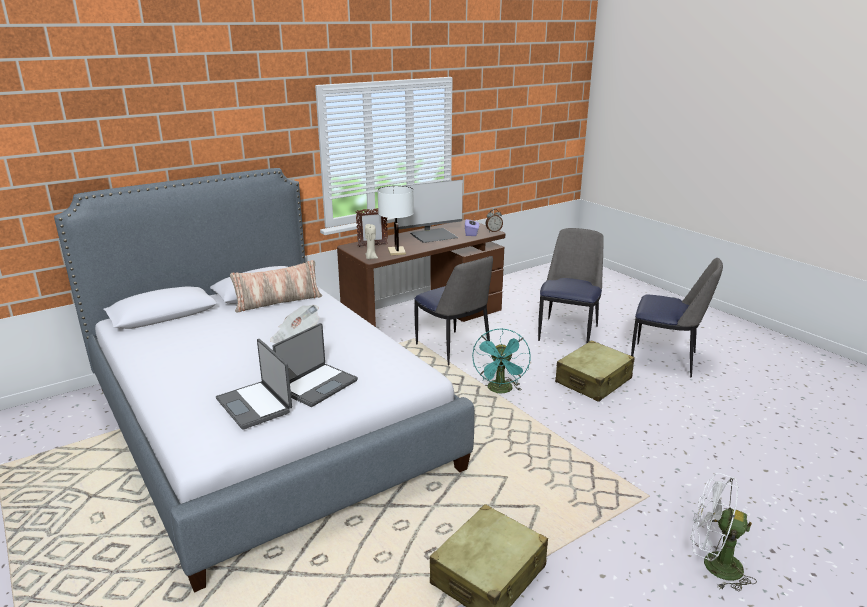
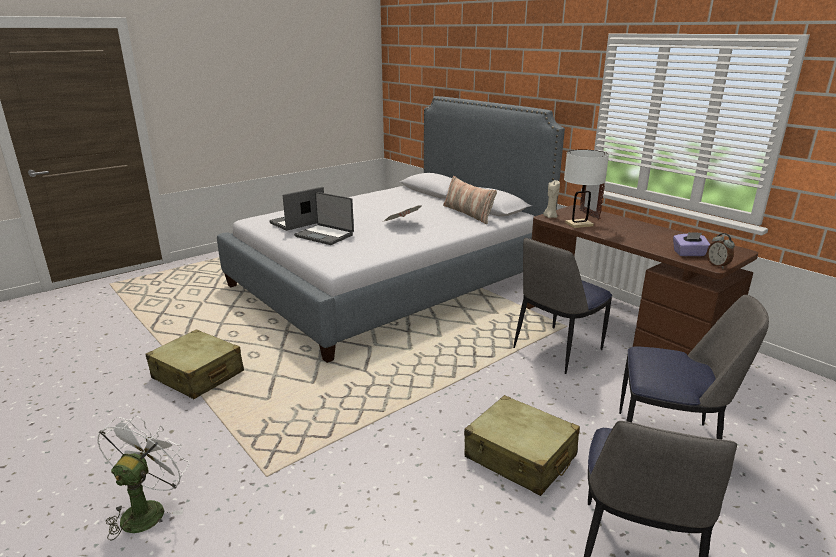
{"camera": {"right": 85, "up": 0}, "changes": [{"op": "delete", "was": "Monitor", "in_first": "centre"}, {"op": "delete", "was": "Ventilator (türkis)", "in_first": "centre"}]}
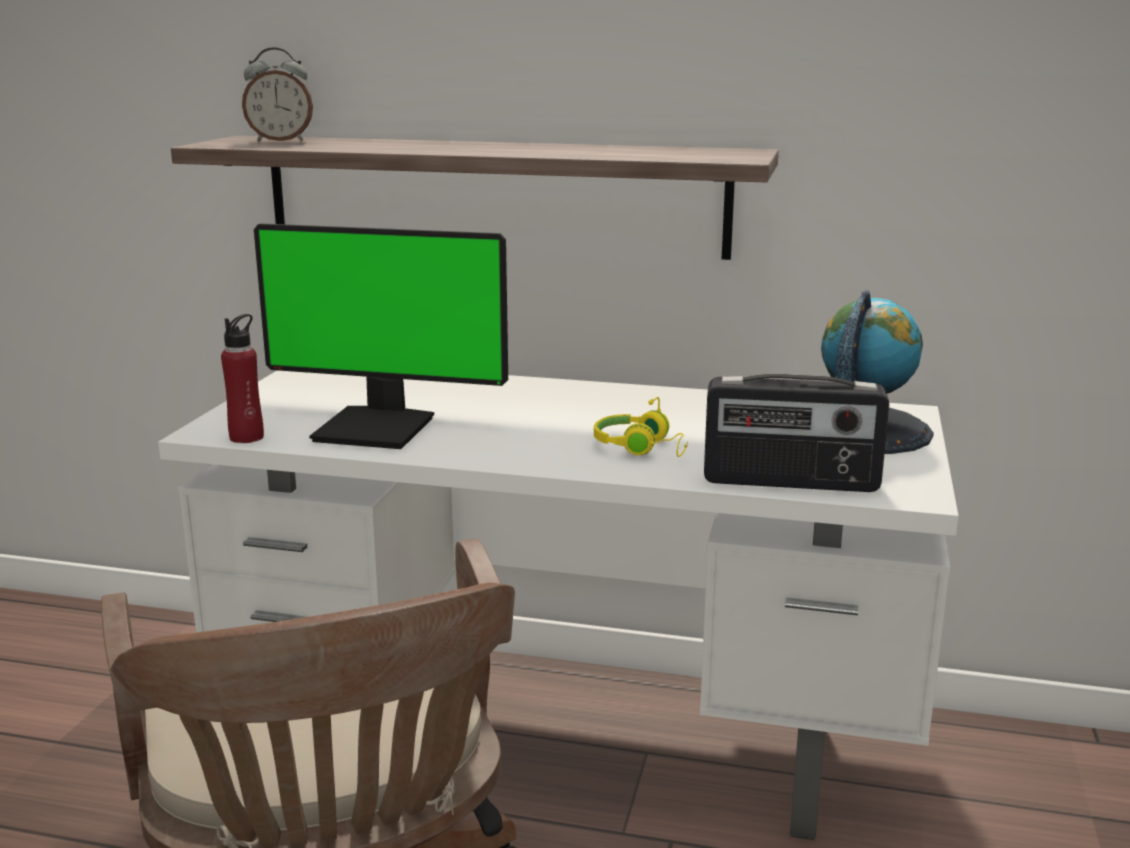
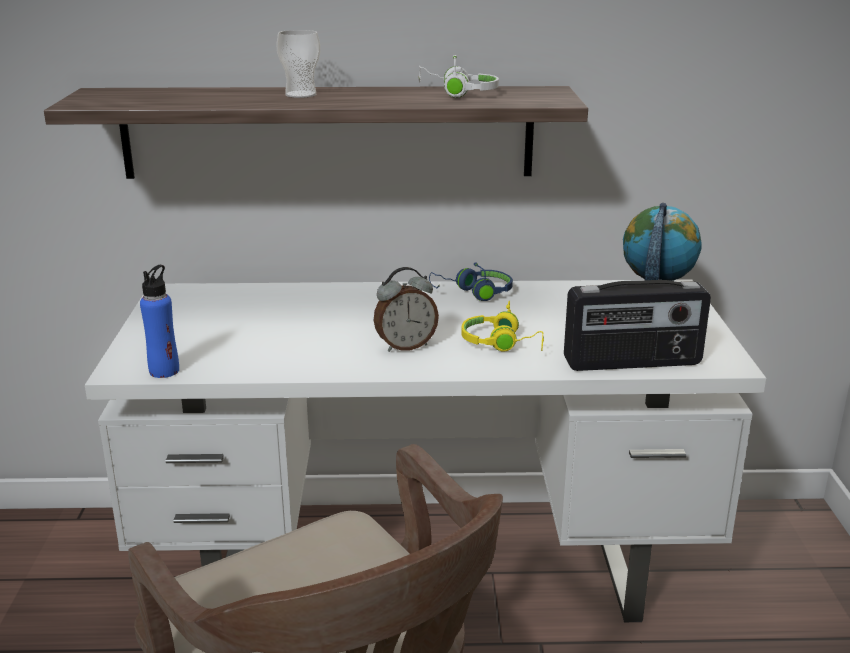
{"camera": {"right": -15, "up": 5}, "changes": [{"op": "move", "was": "Wecker", "in_first": "top left", "in_second": "centre"}, {"op": "delete", "was": "Monitor", "in_first": "centre"}, {"op": "recolor", "was": "Flasche (rot)", "now": "Flasche (blau)", "in_first": "middle left", "in_second": "middle left"}, {"op": "insert", "now": "Tasse", "in_second": "top centre"}, {"op": "insert", "now": "Kopfhörer (weiß)", "in_second": "top centre"}, {"op": "insert", "now": "Kopfhörer (blau)", "in_second": "centre"}]}
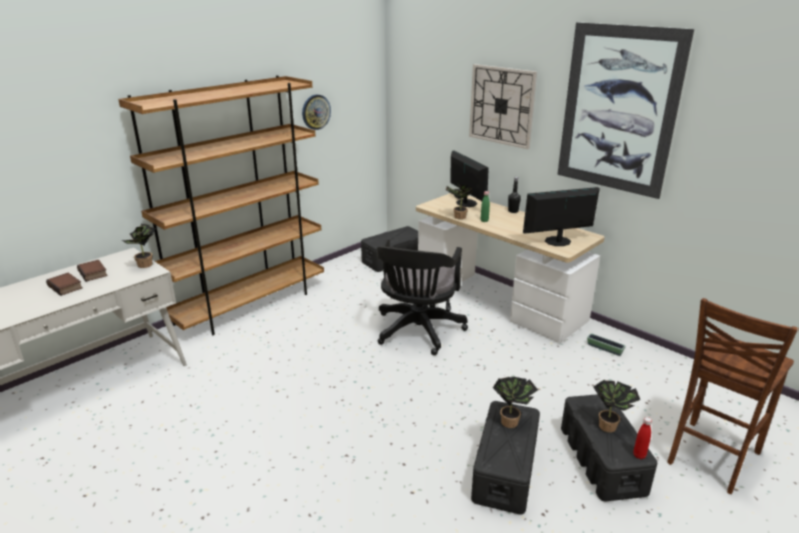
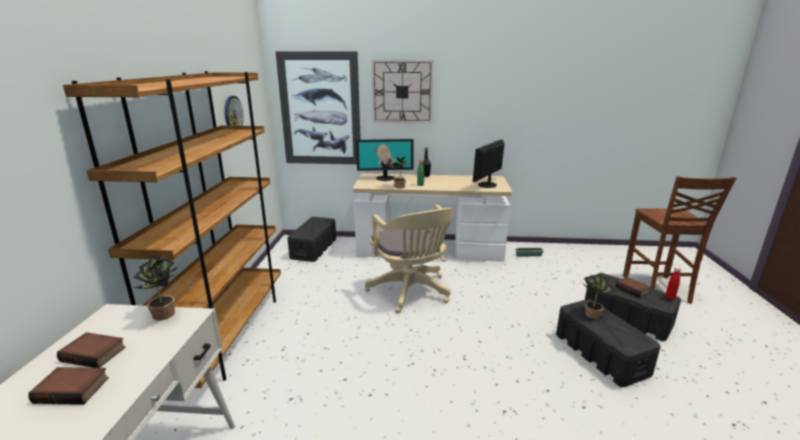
{"camera": {"right": -40, "up": -5}, "changes": [{"op": "move", "was": "Bild", "in_first": "top right", "in_second": "top centre"}, {"op": "rotate", "was": "Monitor (1st from left)", "in_first": "centre", "in_second": "centre", "clockwise": 150}, {"op": "recolor", "was": "Bürostuhl (schwarz)", "now": "Bürostuhl (beige)", "in_first": "centre", "in_second": "centre"}, {"op": "replace", "was": "Topfpflanze (4th from left)", "now": "Buch (3rd from left)", "in_first": "bottom right", "in_second": "middle right"}]}
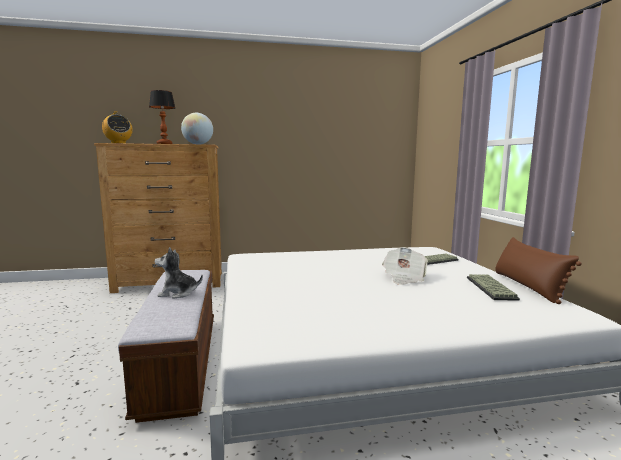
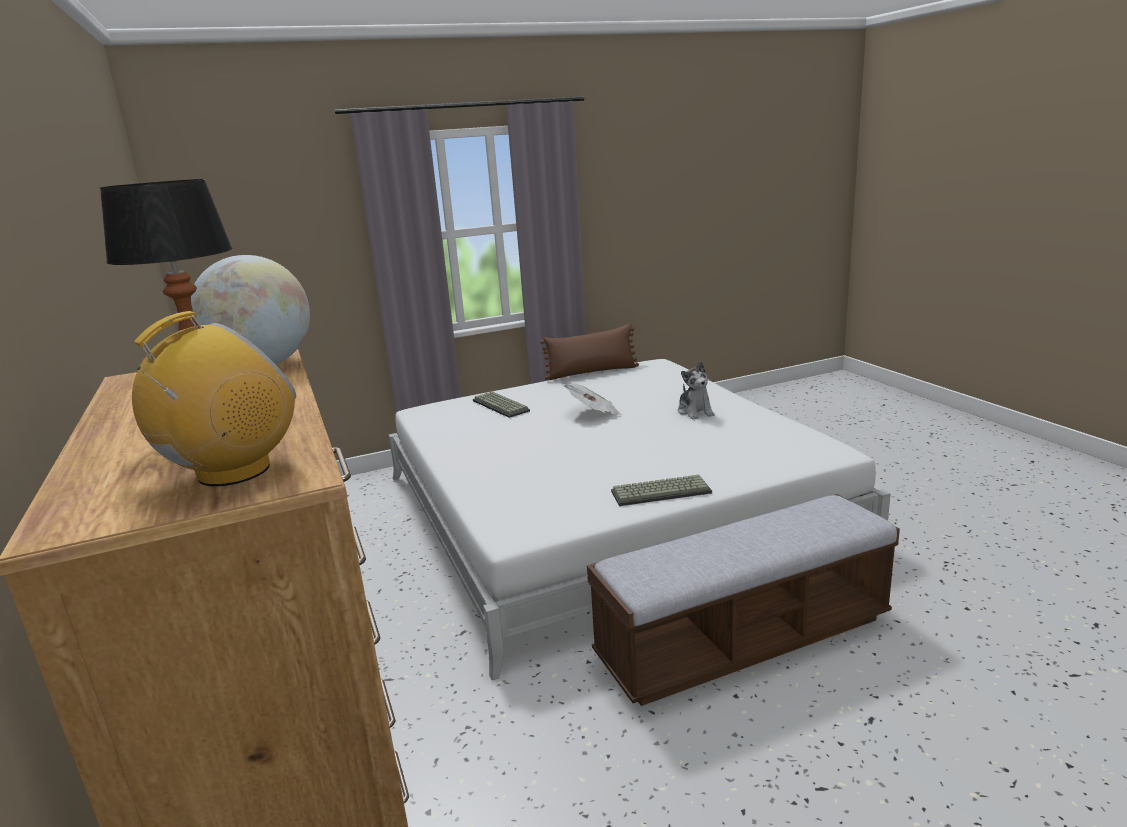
{"camera": {"right": -100, "up": 10}, "changes": [{"op": "move", "was": "Plüschtier", "in_first": "middle left", "in_second": "centre"}, {"op": "move", "was": "Tastatur (2nd from left)", "in_first": "middle right", "in_second": "centre"}]}
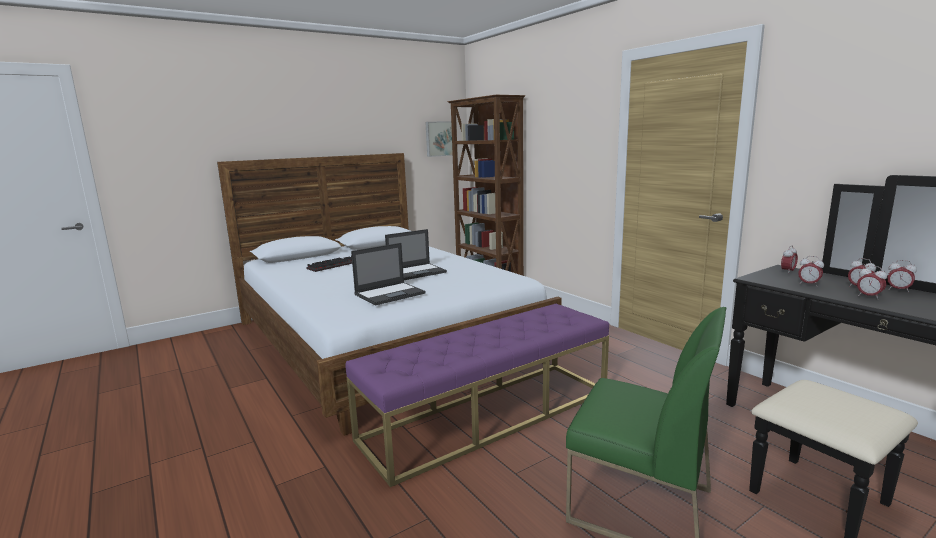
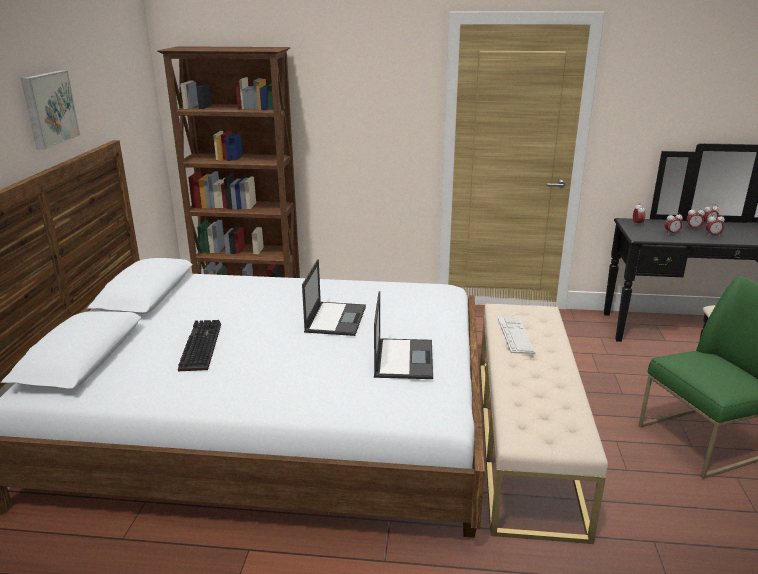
{"camera": {"right": -50, "up": 10}, "changes": [{"op": "move", "was": "Bild", "in_first": "top centre", "in_second": "top left"}, {"op": "recolor", "was": "Bank (lila)", "now": "Bank (beige)", "in_first": "bottom centre", "in_second": "bottom right"}, {"op": "insert", "now": "Tastatur (2nd from left)", "in_second": "middle right"}]}
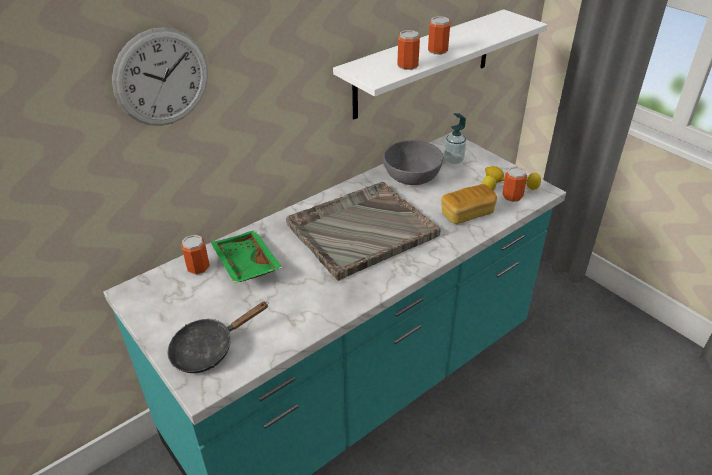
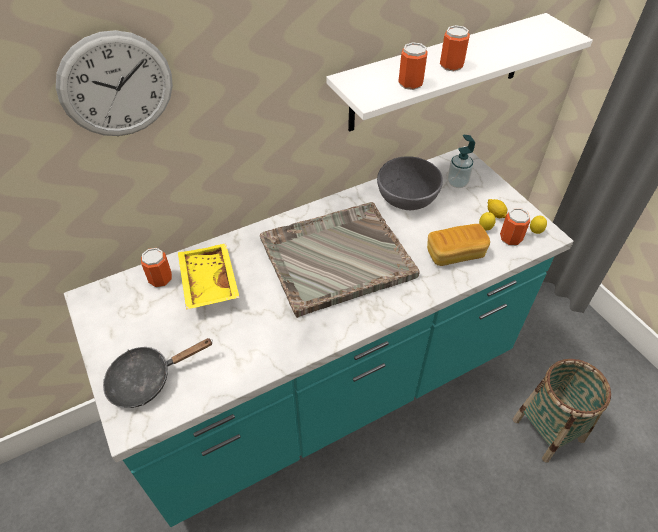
{"camera": {"right": 10, "up": 10}, "changes": [{"op": "recolor", "was": "Tablett (grün)", "now": "Tablett (gelb)", "in_first": "centre", "in_second": "middle left"}, {"op": "insert", "now": "Korb", "in_second": "bottom right"}]}
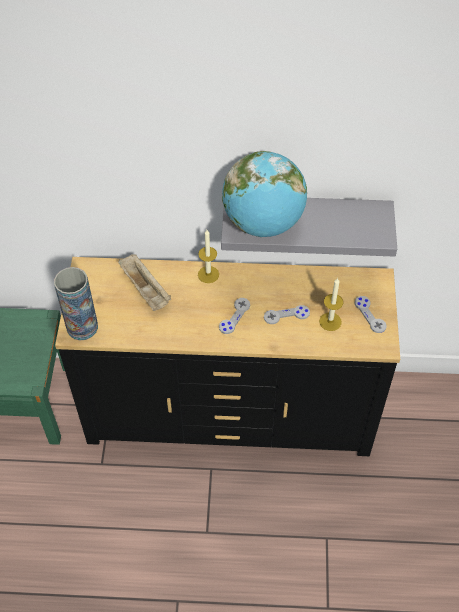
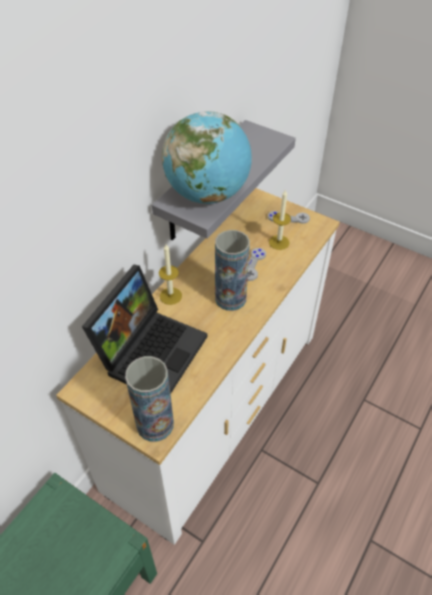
{"camera": {"right": -60, "up": -5}, "changes": [{"op": "replace", "was": "Tablett (beige)", "now": "Laptop", "in_first": "middle left", "in_second": "centre"}, {"op": "recolor", "was": "Kommode (schwarz)", "now": "Kommode (weiß)", "in_first": "centre", "in_second": "centre"}, {"op": "replace", "was": "Gamepad (grau) (1st from left)", "now": "Vase (2nd from left)", "in_first": "centre", "in_second": "centre"}]}
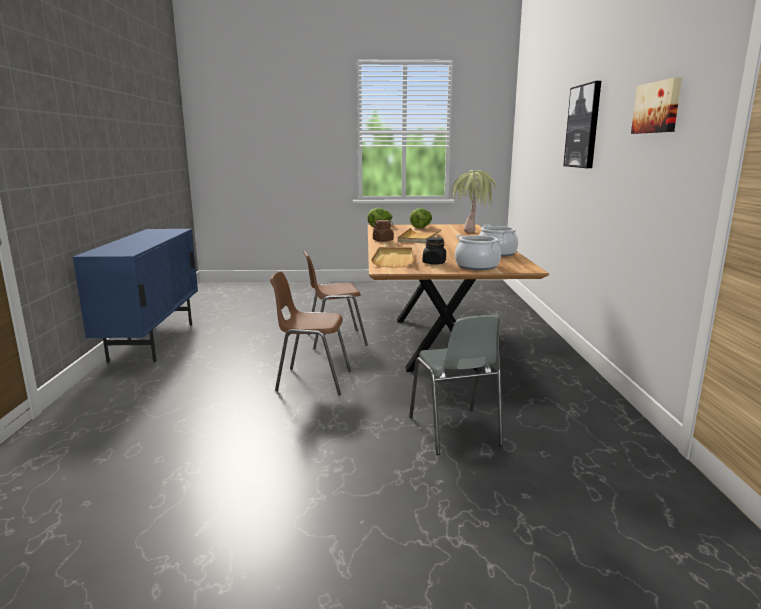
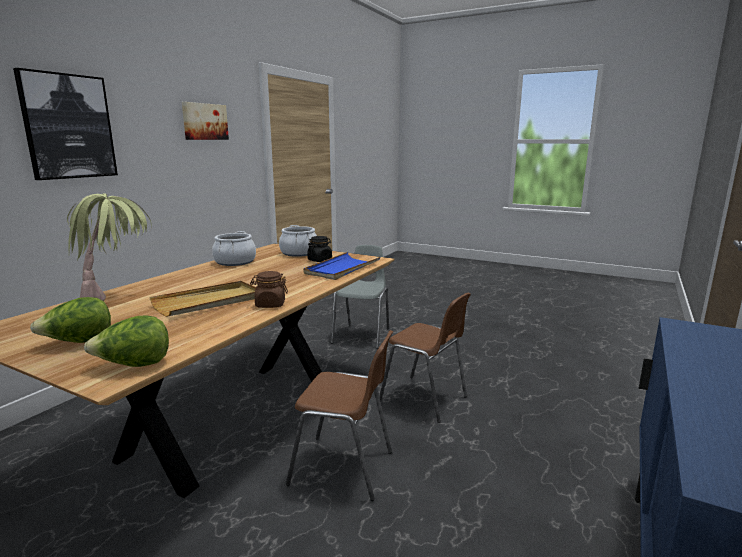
{"camera": {"right": -150, "up": 0}, "changes": [{"op": "recolor", "was": "Tablett (beige) (1st from left)", "now": "Tablett (blau)", "in_first": "centre", "in_second": "centre"}]}
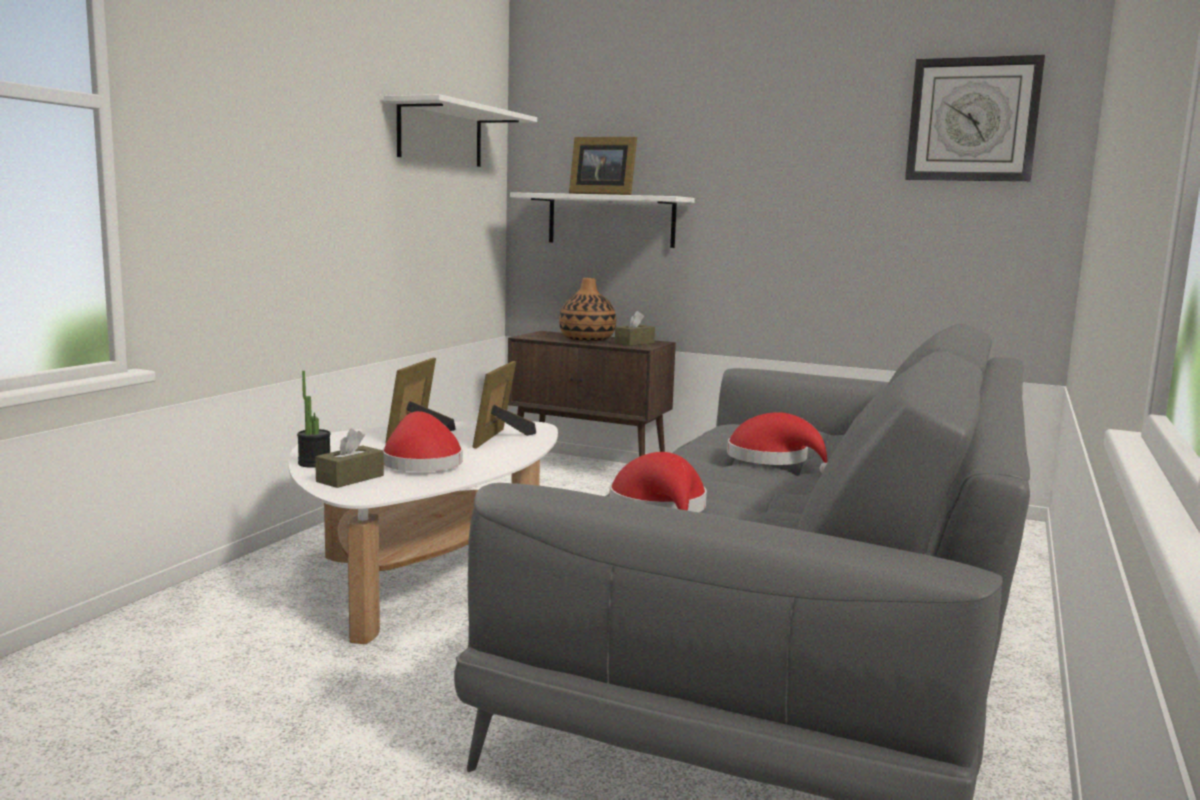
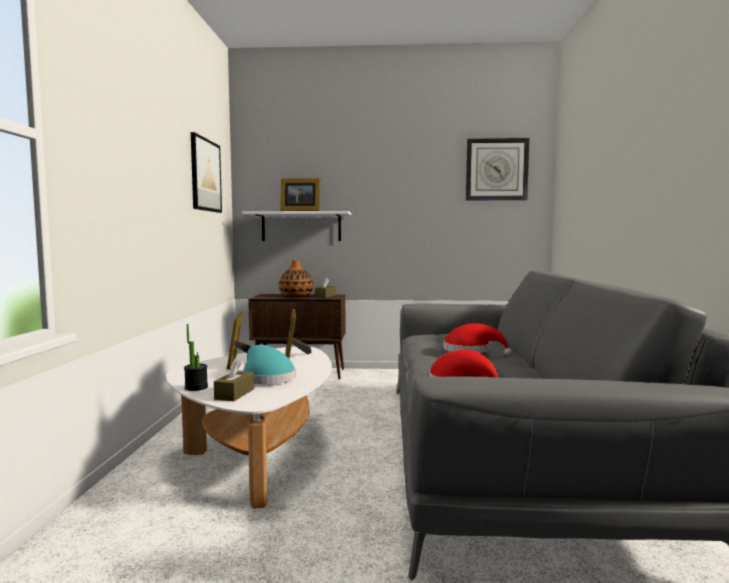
{"camera": {"right": -20, "up": -5}, "changes": [{"op": "replace", "was": "Wandregal (weiß) (1st from left)", "now": "Bild", "in_first": "top centre", "in_second": "top left"}, {"op": "recolor", "was": "Hut (rot) (1st from left)", "now": "Hut (türkis)", "in_first": "centre", "in_second": "centre"}]}
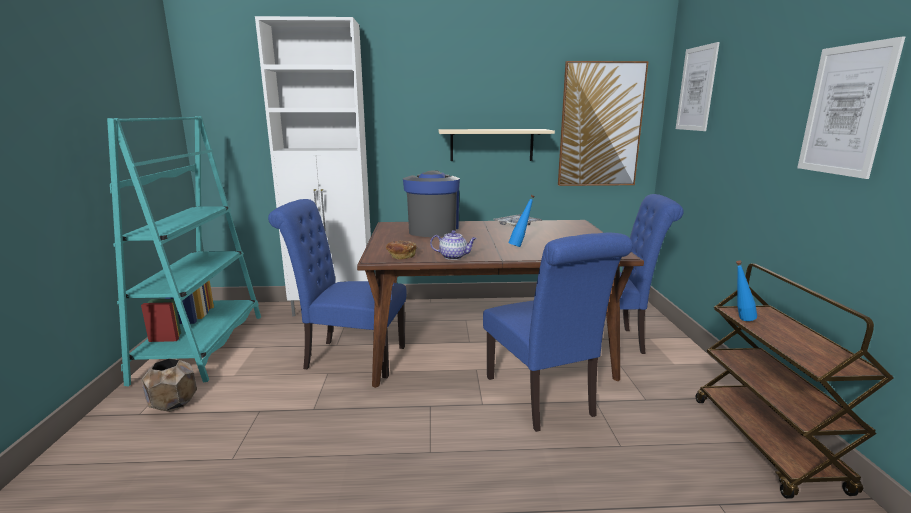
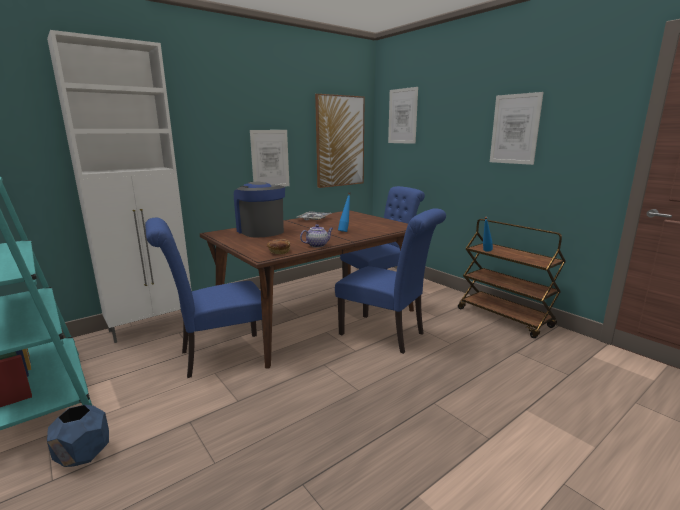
{"camera": {"right": -35, "up": 0}, "changes": [{"op": "replace", "was": "Wandregal (beige)", "now": "Bild (1st from left)", "in_first": "top centre", "in_second": "top centre"}, {"op": "recolor", "was": "Pflanzkübel (braun)", "now": "Pflanzkübel (blau)", "in_first": "bottom left", "in_second": "bottom left"}]}
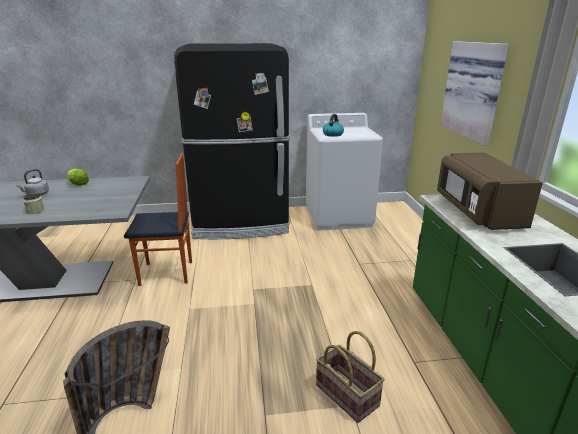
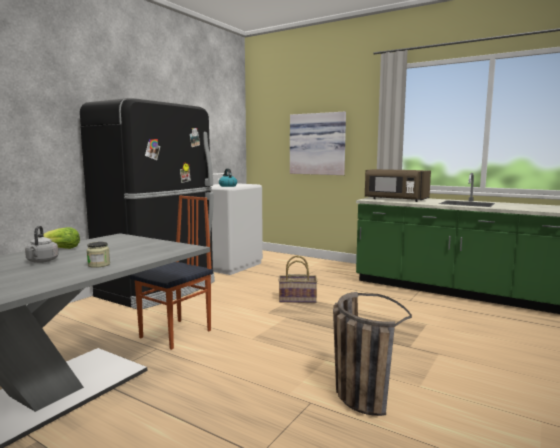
{"camera": {"right": -50, "up": -15}, "changes": [{"op": "move", "was": "Korb (2nd from left in the first image)", "now": "Korb (1st from left)", "in_first": "bottom centre", "in_second": "centre"}]}
